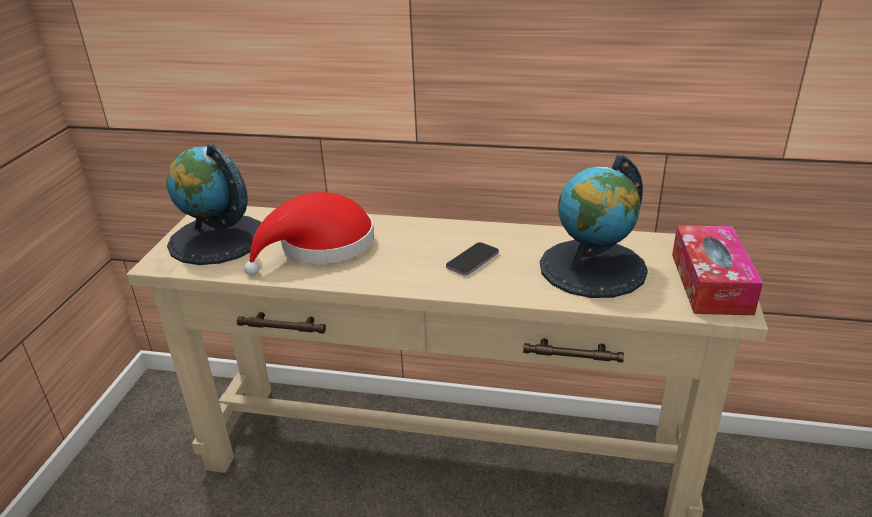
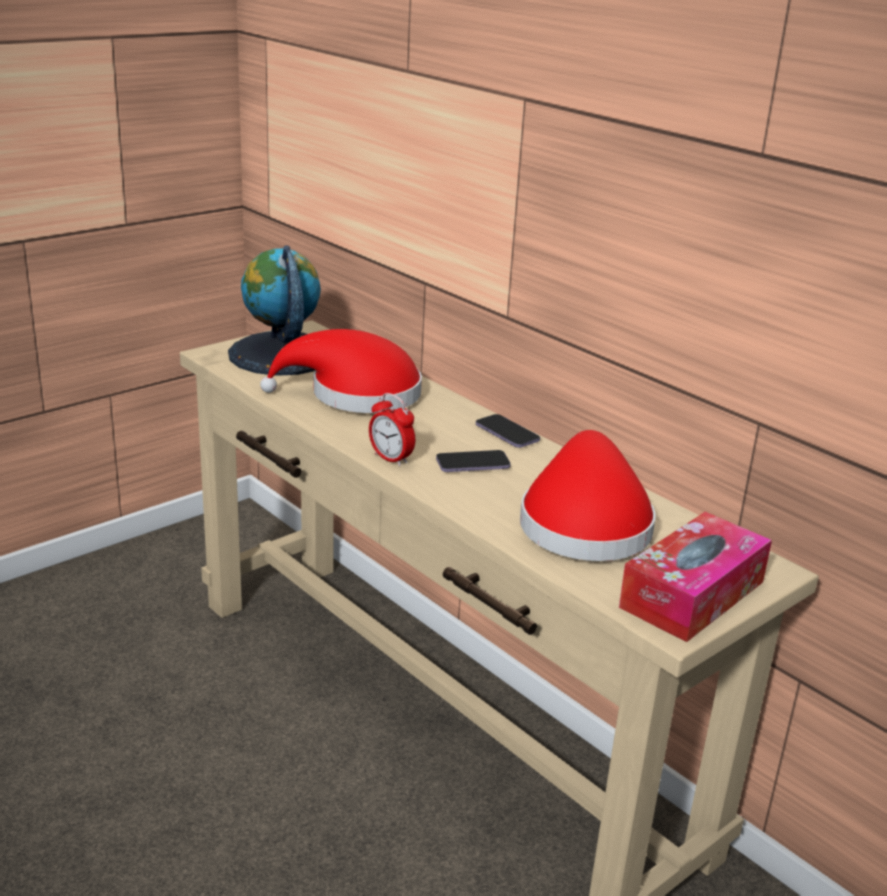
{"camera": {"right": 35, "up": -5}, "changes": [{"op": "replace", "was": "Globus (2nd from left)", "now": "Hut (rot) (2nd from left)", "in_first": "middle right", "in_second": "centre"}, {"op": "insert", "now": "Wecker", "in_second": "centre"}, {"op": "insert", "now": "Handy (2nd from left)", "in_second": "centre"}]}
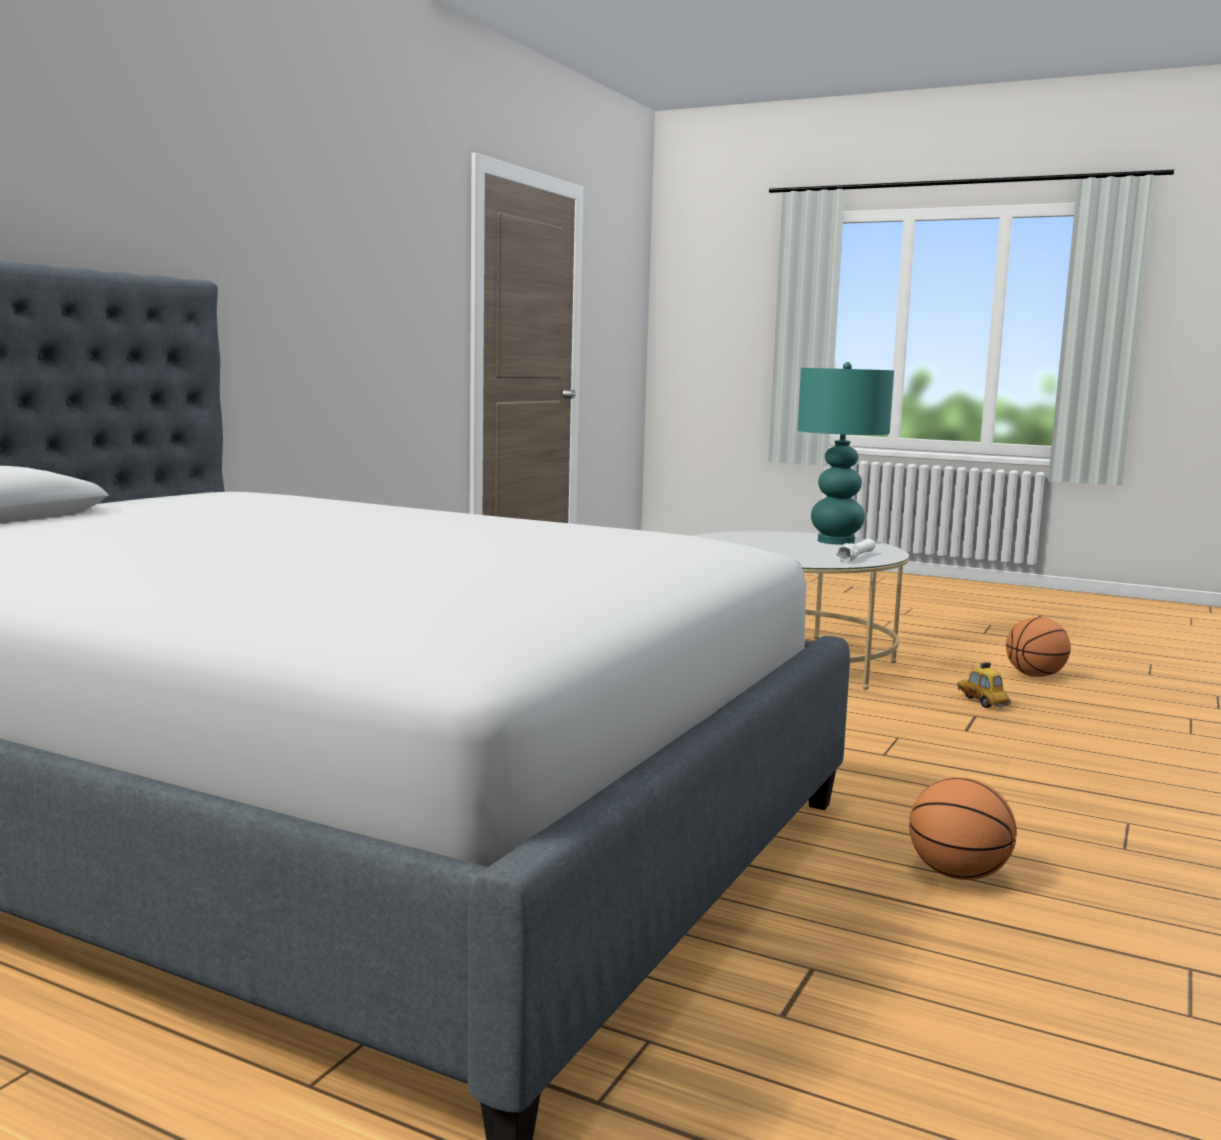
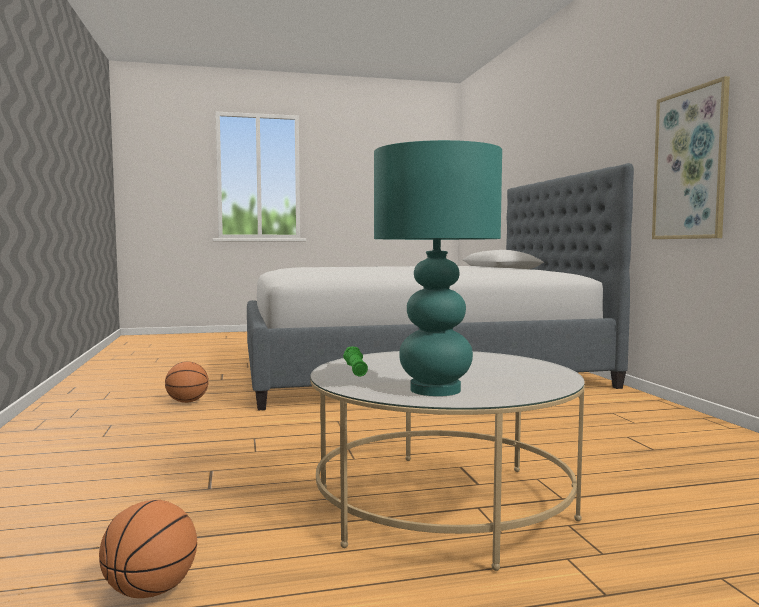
{"camera": {"right": 140, "up": -5}, "changes": [{"op": "recolor", "was": "Taschenlampe (weiß)", "now": "Taschenlampe (grün)", "in_first": "middle right", "in_second": "centre"}, {"op": "delete", "was": "Spielzeugauto", "in_first": "middle right"}, {"op": "insert", "now": "Bild", "in_second": "top right"}]}
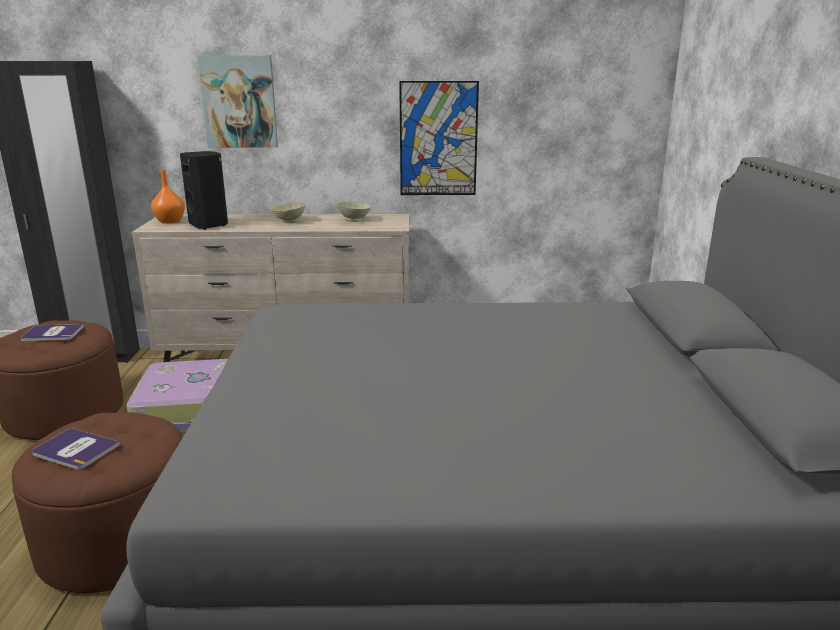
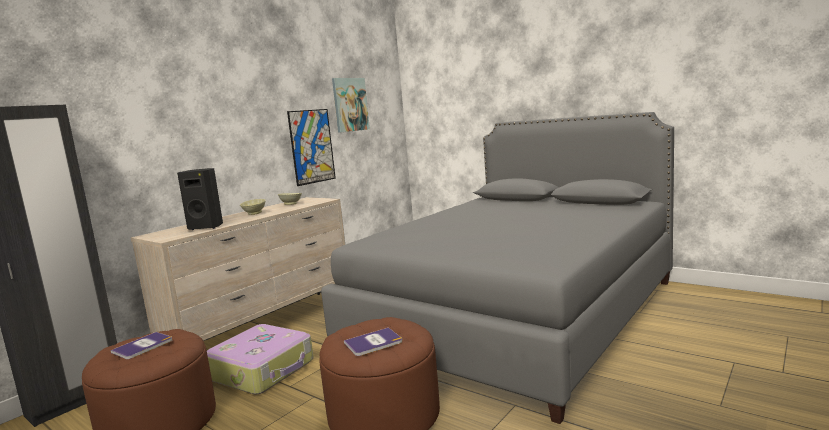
{"camera": {"right": -50, "up": -10}, "changes": [{"op": "move", "was": "Bild (1st from left in the first image)", "now": "Bild (2nd from left)", "in_first": "top left", "in_second": "top centre"}, {"op": "delete", "was": "Vase (orange)", "in_first": "top left"}]}
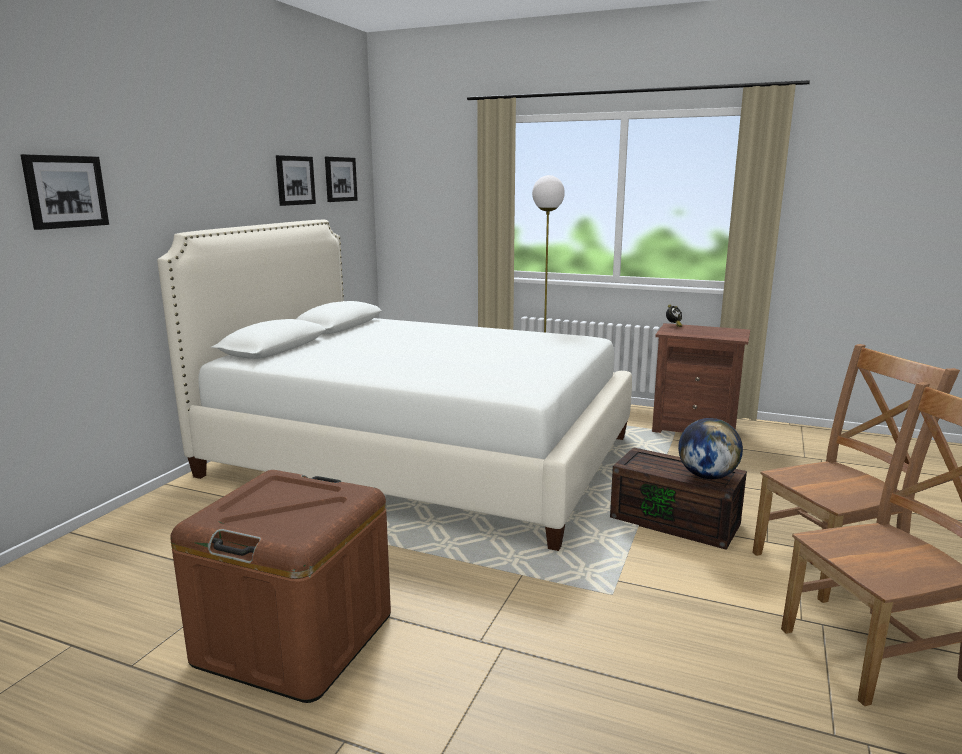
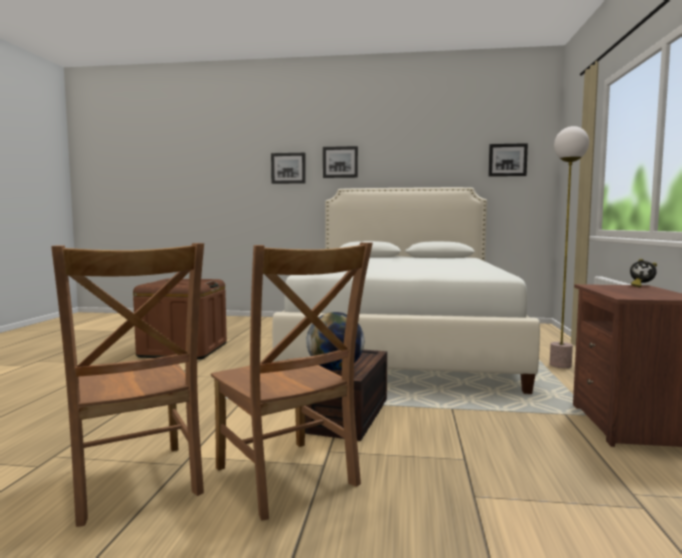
{"camera": {"right": 75, "up": -10}, "changes": [{"op": "move", "was": "Bild (2nd from left)", "in_first": "top left", "in_second": "top centre"}]}
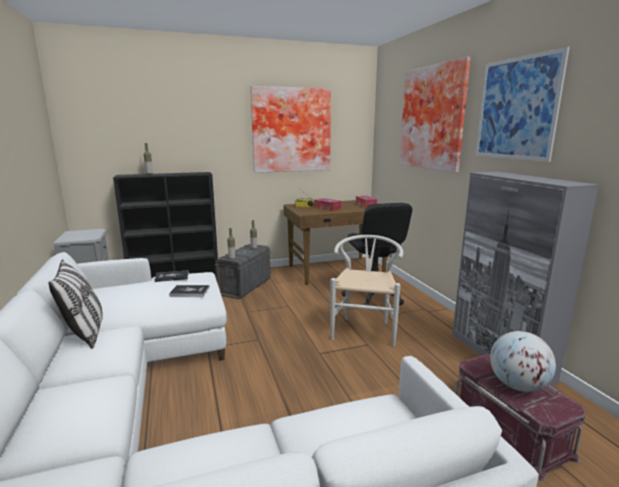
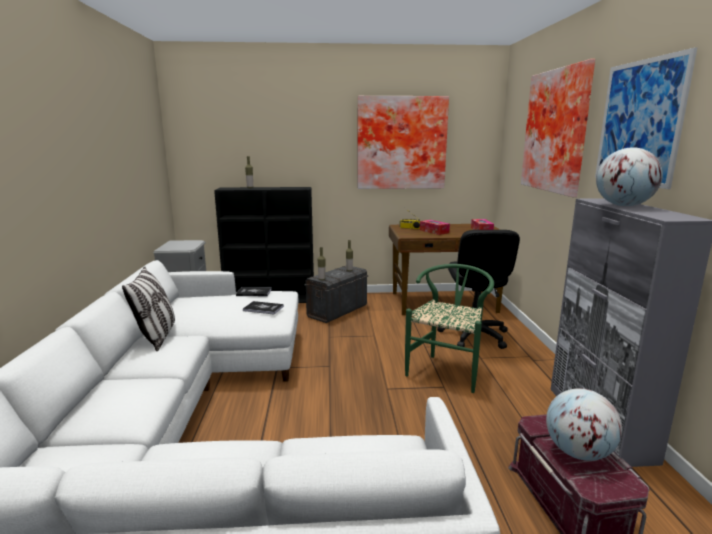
{"camera": {"right": 15, "up": 0}, "changes": [{"op": "recolor", "was": "Stuhl (weiß)", "now": "Stuhl (grün)", "in_first": "centre", "in_second": "centre"}, {"op": "insert", "now": "Globus (2nd from left)", "in_second": "top right"}]}
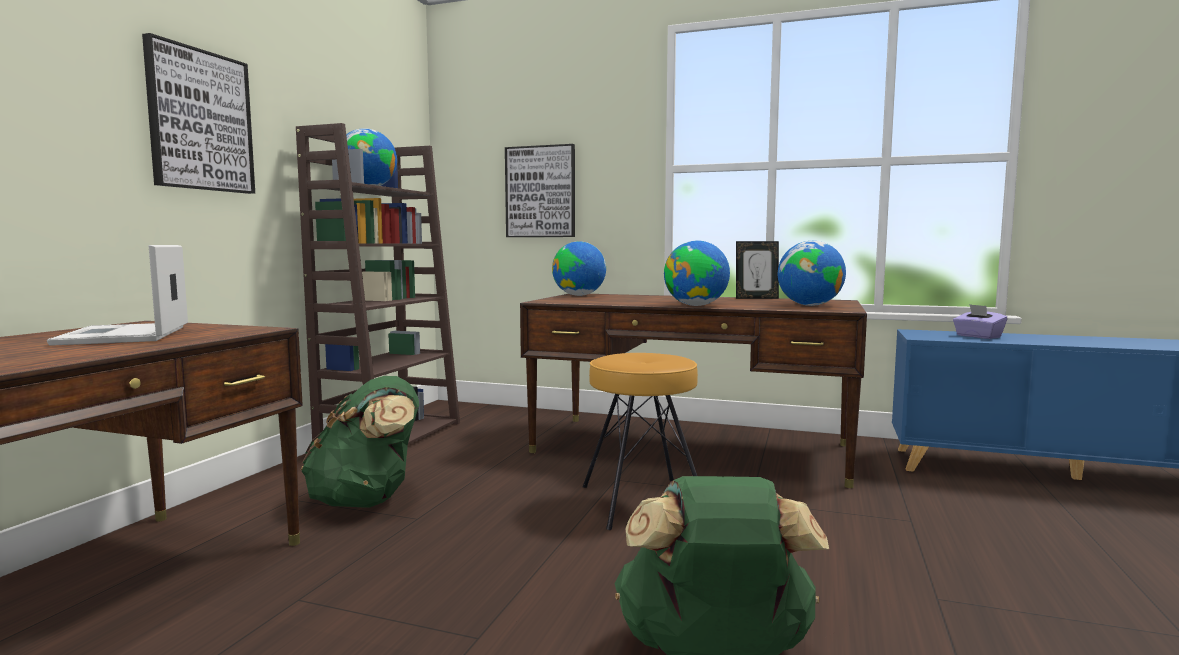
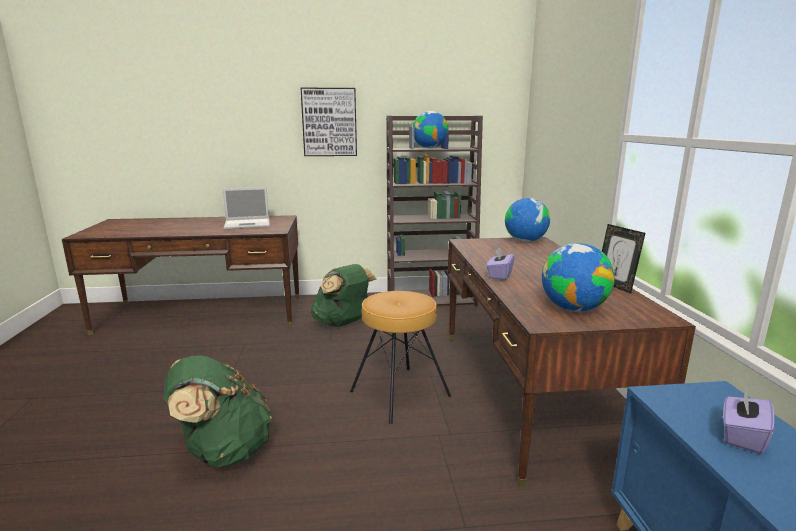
{"camera": {"right": 65, "up": 10}, "changes": [{"op": "delete", "was": "Bild (2nd from left)", "in_first": "top centre"}, {"op": "replace", "was": "Globus (3rd from left)", "now": "Taschentuchbox (lila) (1st from left)", "in_first": "centre", "in_second": "centre"}, {"op": "rotate", "was": "Laptop", "in_first": "middle left", "in_second": "middle left", "clockwise": -150}]}
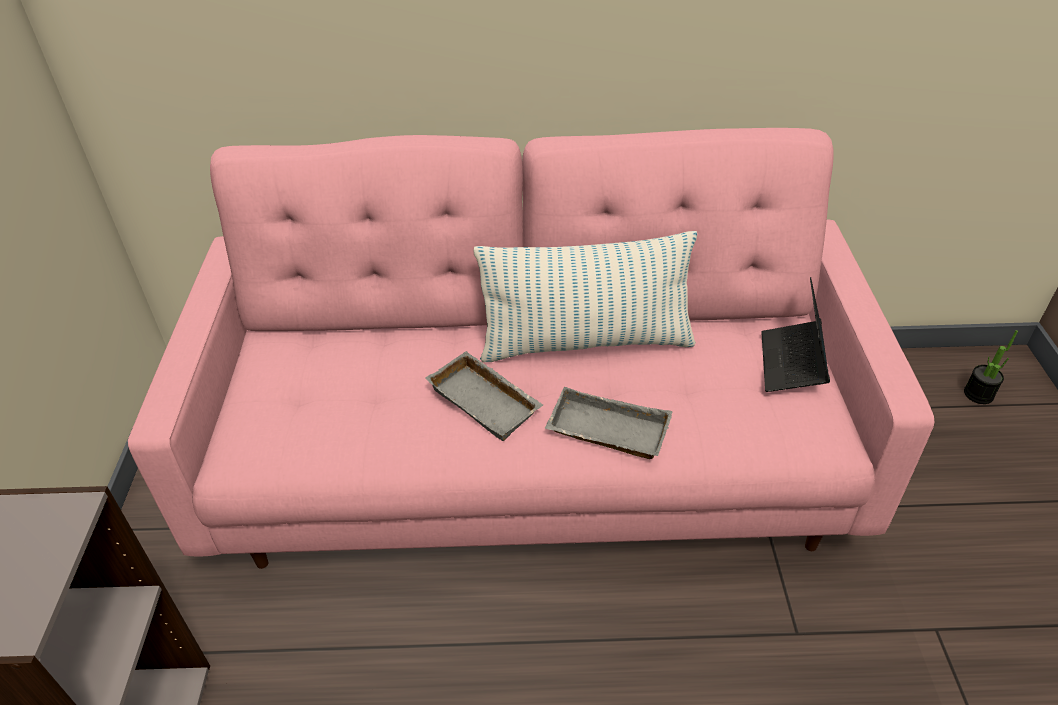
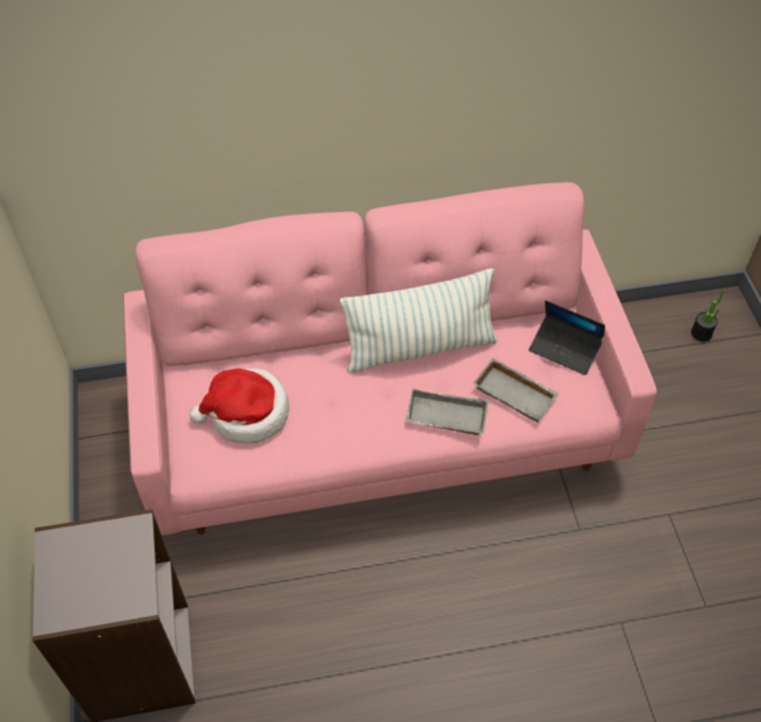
{"camera": {"right": -10, "up": 10}, "changes": [{"op": "rotate", "was": "Laptop", "in_first": "middle right", "in_second": "middle right", "clockwise": -60}, {"op": "move", "was": "Tablett (grau) (1st from left in the first image)", "now": "Tablett (grau) (2nd from left)", "in_first": "centre", "in_second": "middle right"}, {"op": "insert", "now": "Hut", "in_second": "middle left"}]}
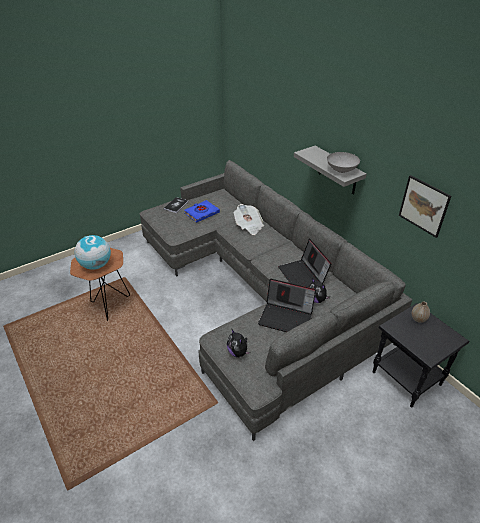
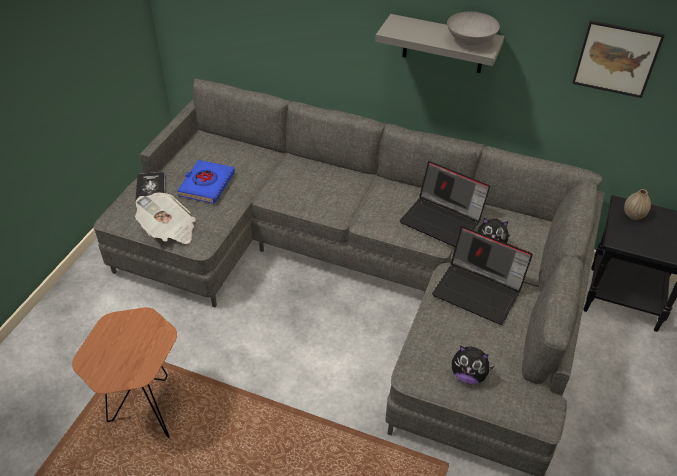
{"camera": {"right": -35, "up": 5}, "changes": [{"op": "move", "was": "Zeitung", "in_first": "centre", "in_second": "middle left"}, {"op": "delete", "was": "Globus", "in_first": "middle left"}, {"op": "rotate", "was": "Laptop (1st from left in the first image)", "in_first": "centre", "in_second": "middle right", "clockwise": 45}]}
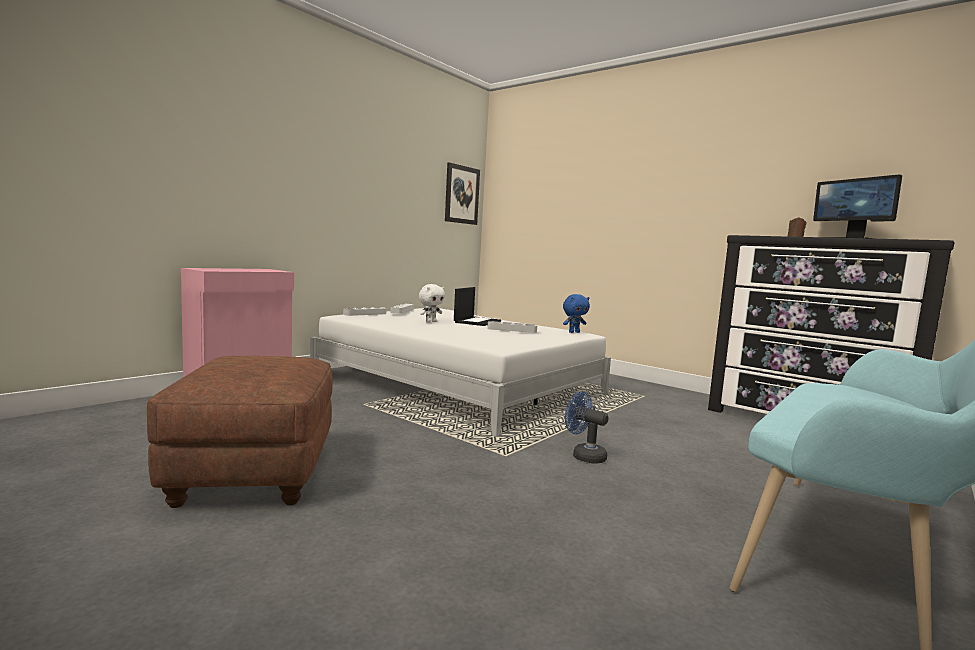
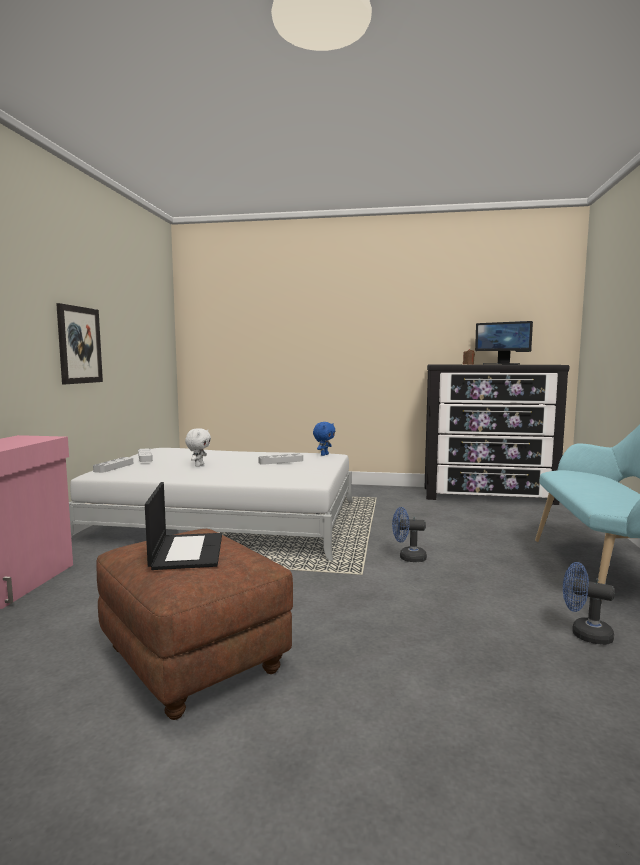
{"camera": {"right": -30, "up": 0}, "changes": [{"op": "move", "was": "Bild", "in_first": "top centre", "in_second": "middle left"}, {"op": "move", "was": "Laptop", "in_first": "centre", "in_second": "middle left"}, {"op": "insert", "now": "Ventilator (blau) (2nd from left)", "in_second": "bottom right"}]}
